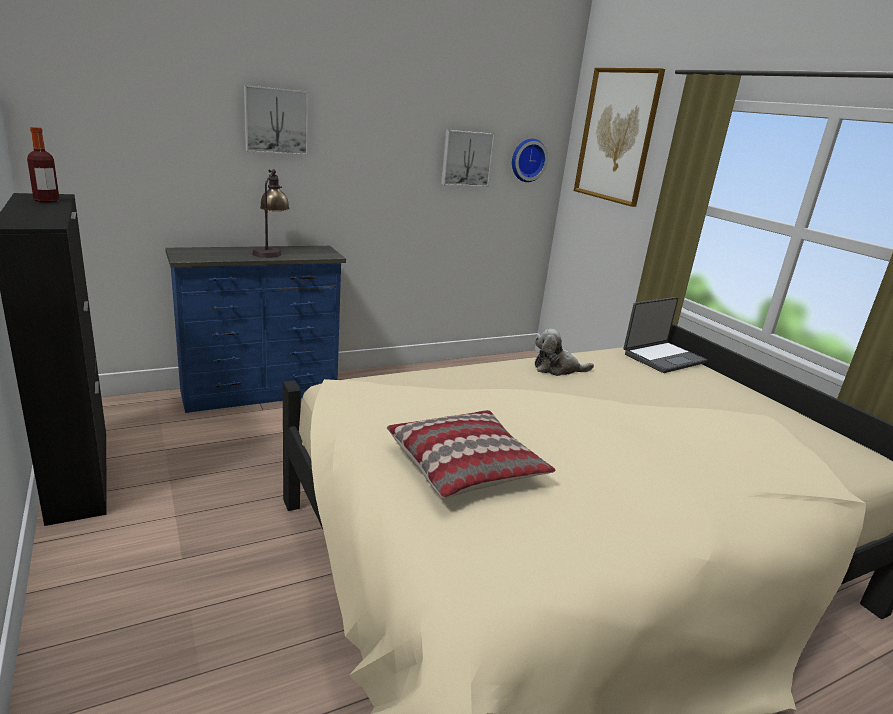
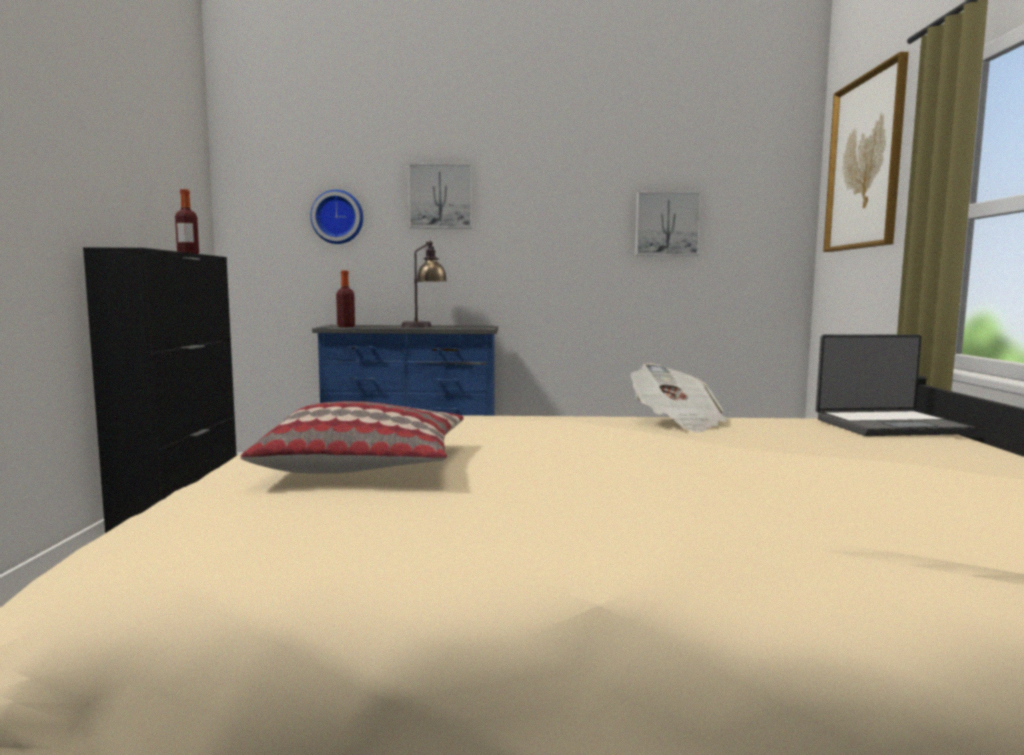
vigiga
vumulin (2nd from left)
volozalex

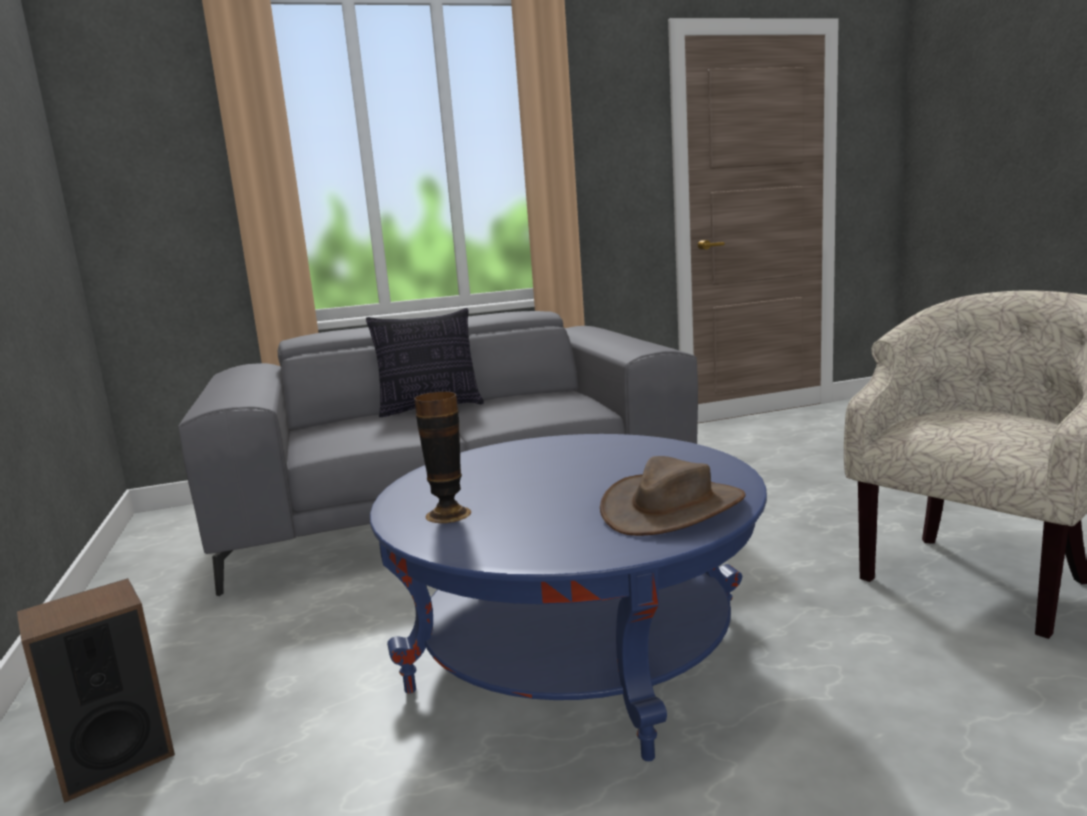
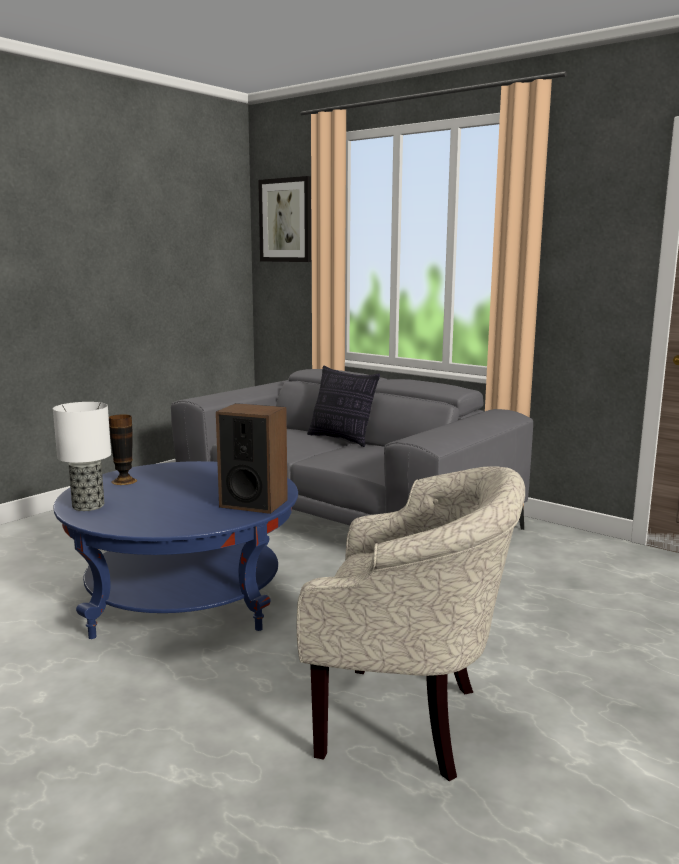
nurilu
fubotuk
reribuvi
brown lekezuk

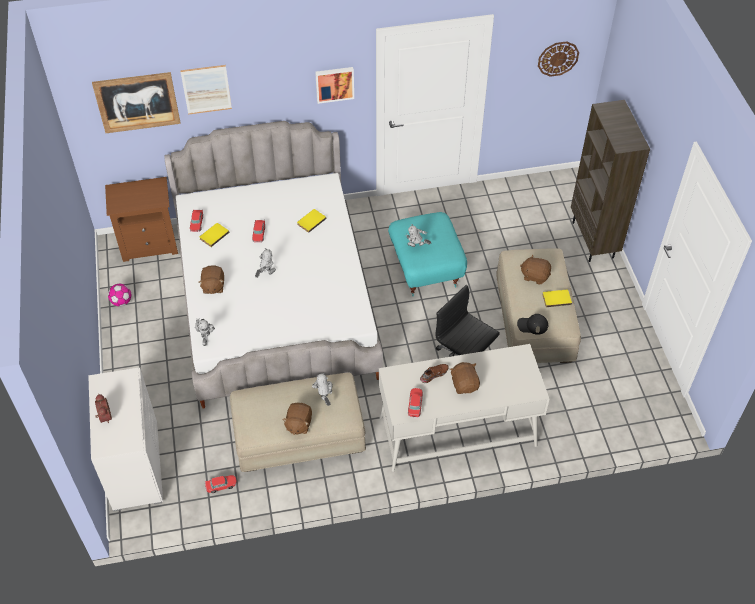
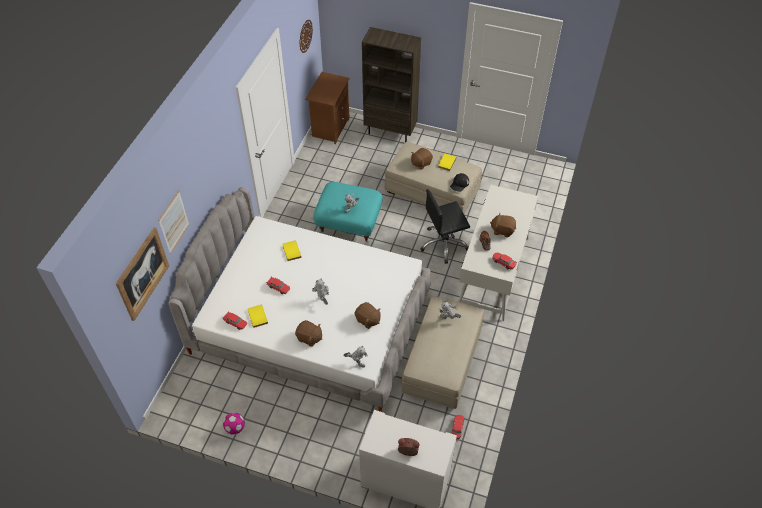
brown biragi
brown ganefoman (2nd from left)
reribuvi (3rd from left in the first image)

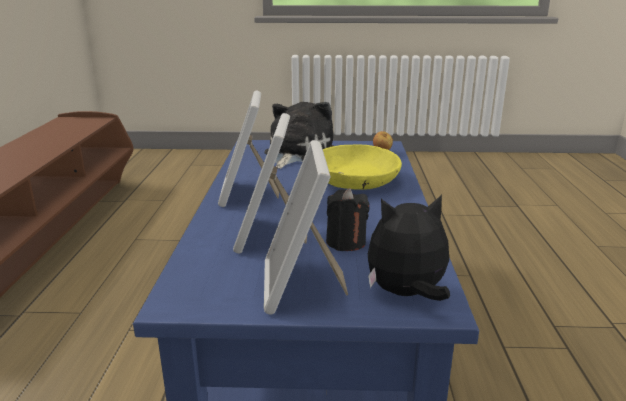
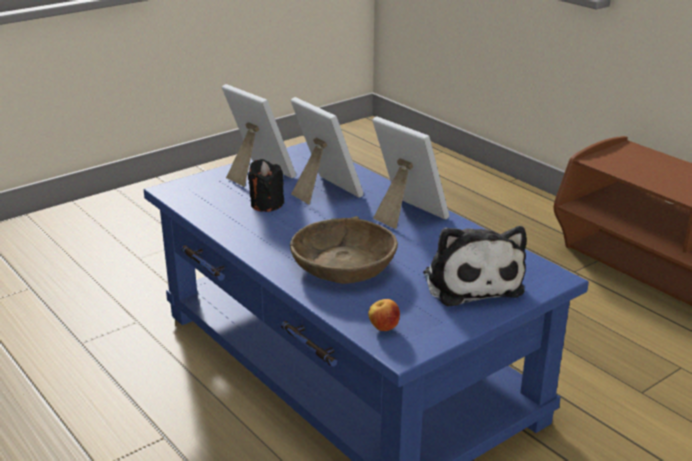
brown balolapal
ganefoman (2nd from left in the first image)

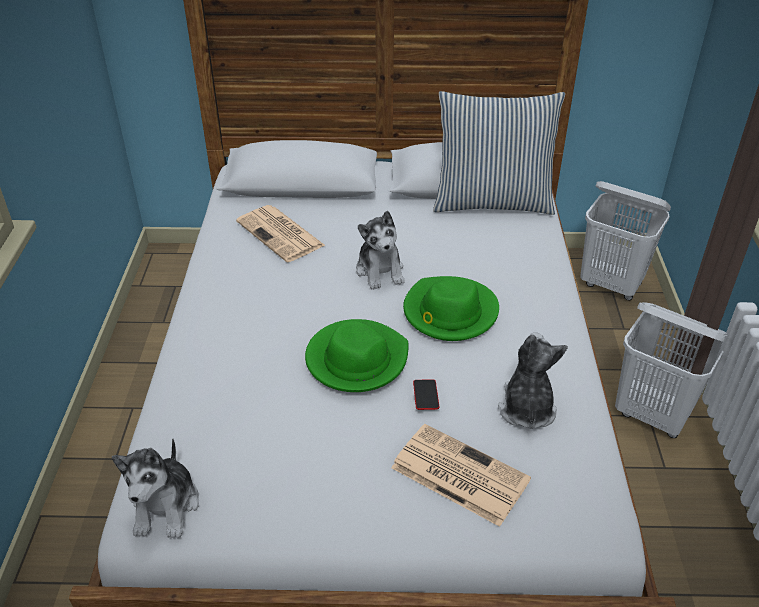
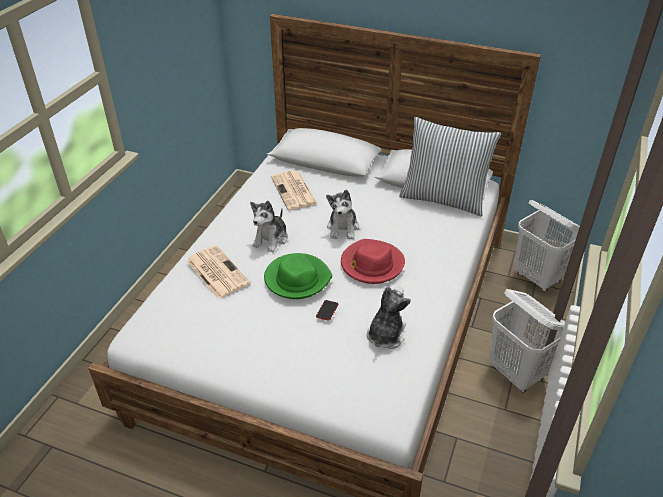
volozalex (1st from left)
ganefoman (1st from left)
red lekezuk

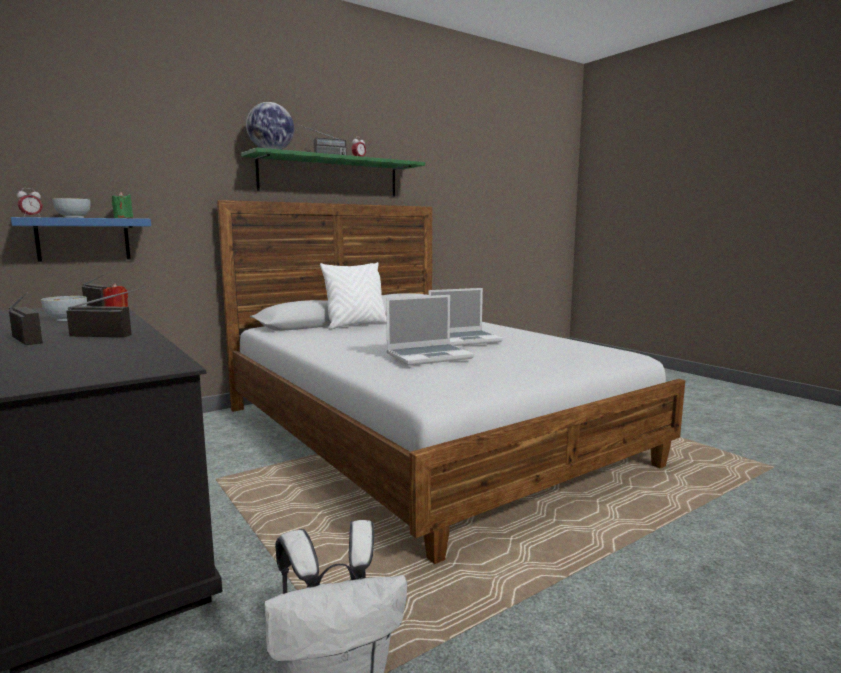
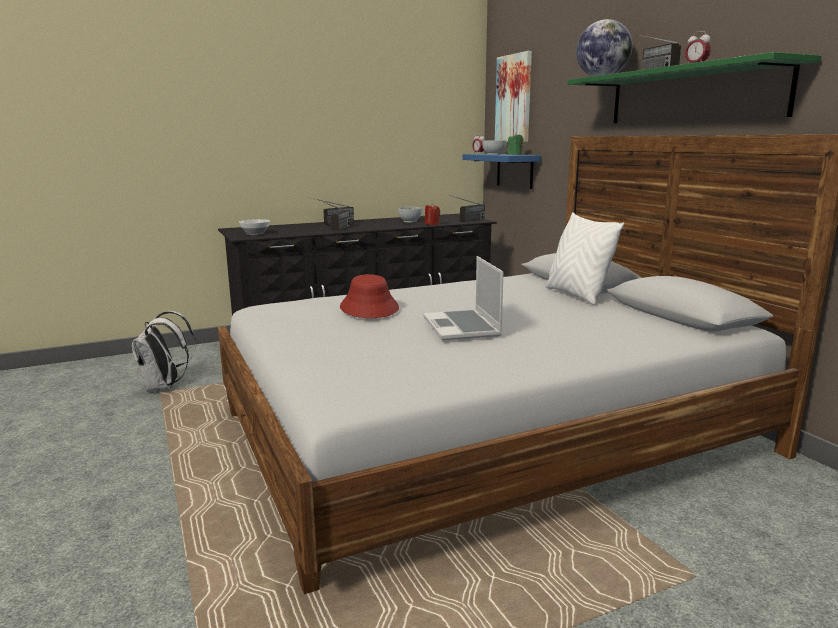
balolapal (1st from left)
red lekezuk
reribuvi

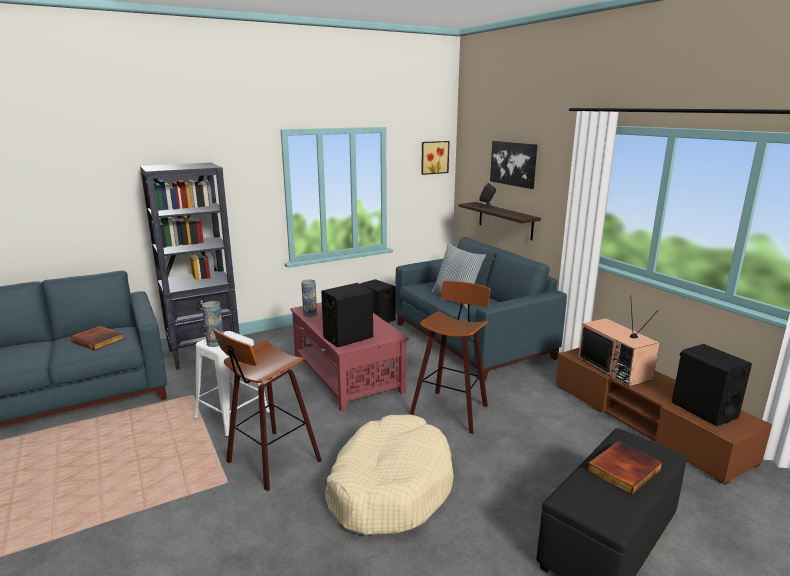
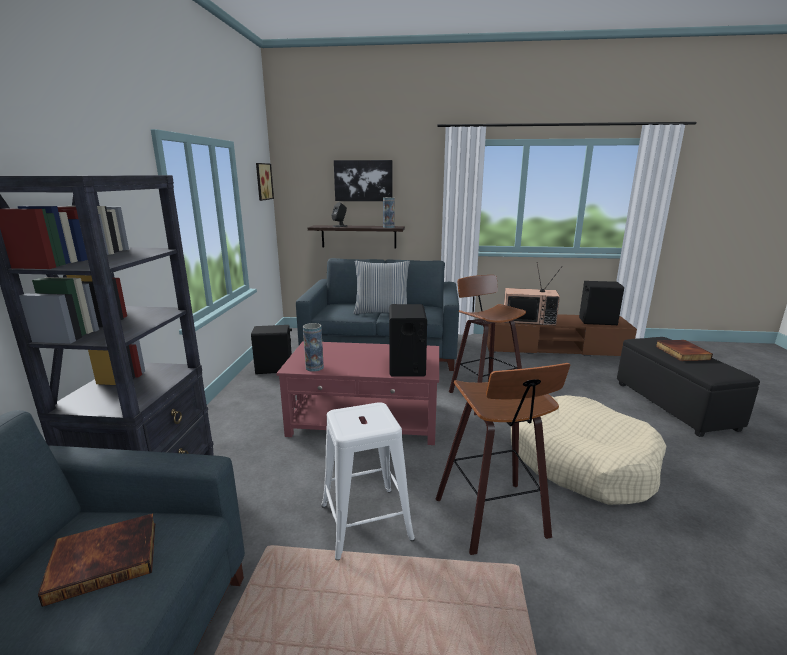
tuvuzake (2nd from left)

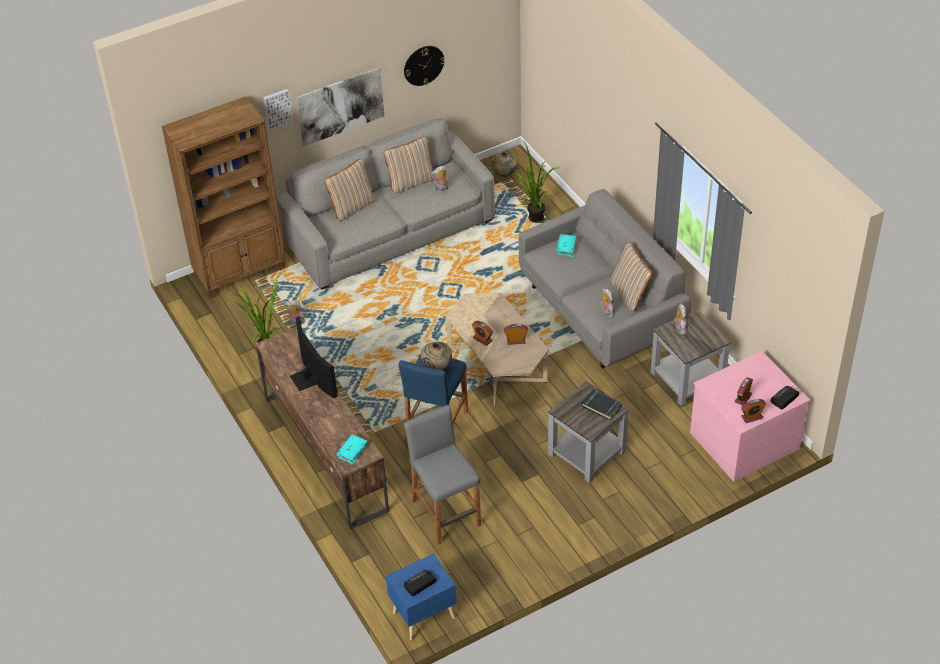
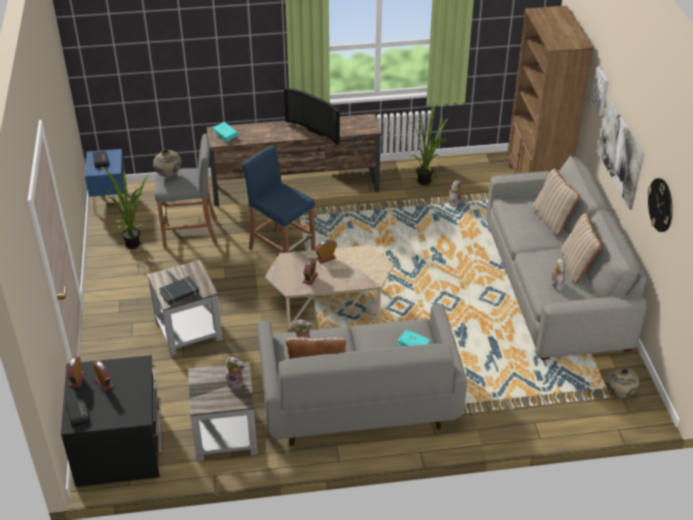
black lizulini
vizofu (1st from left)
beige tuvuzake (1st from left)
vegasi

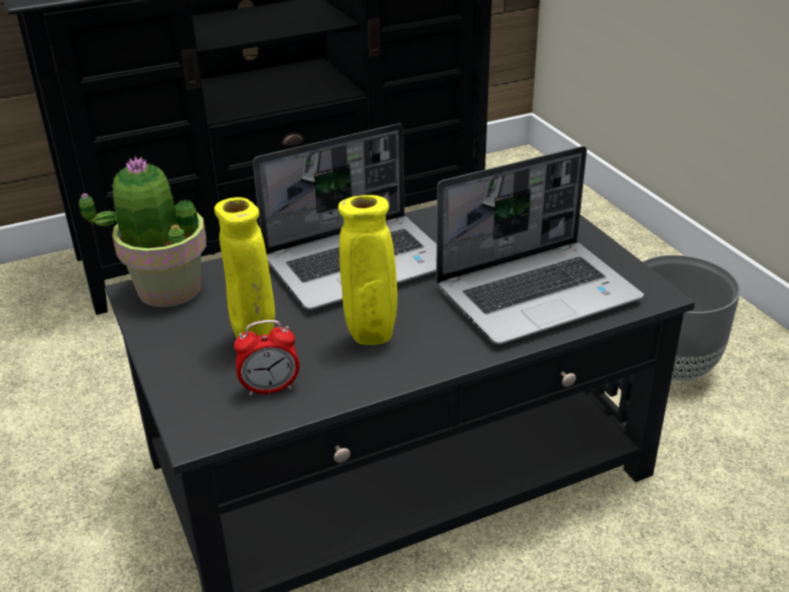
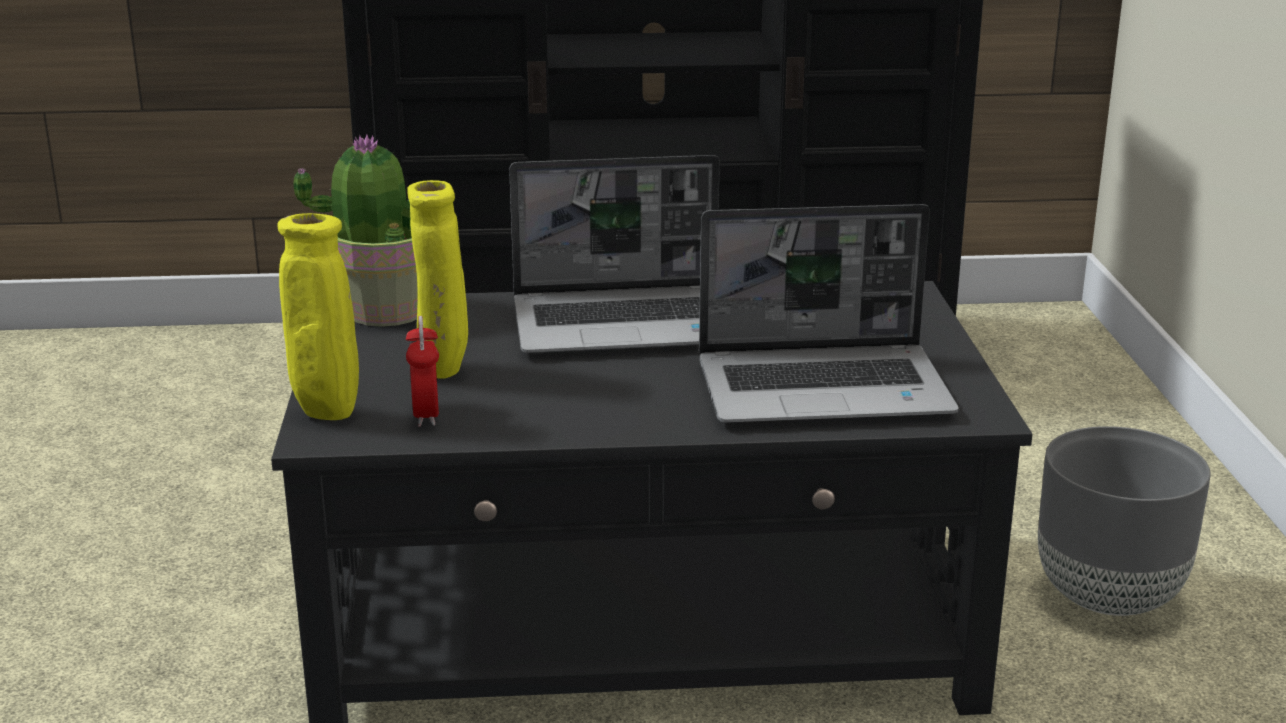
yellow tuvuzake (1st from left)
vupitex

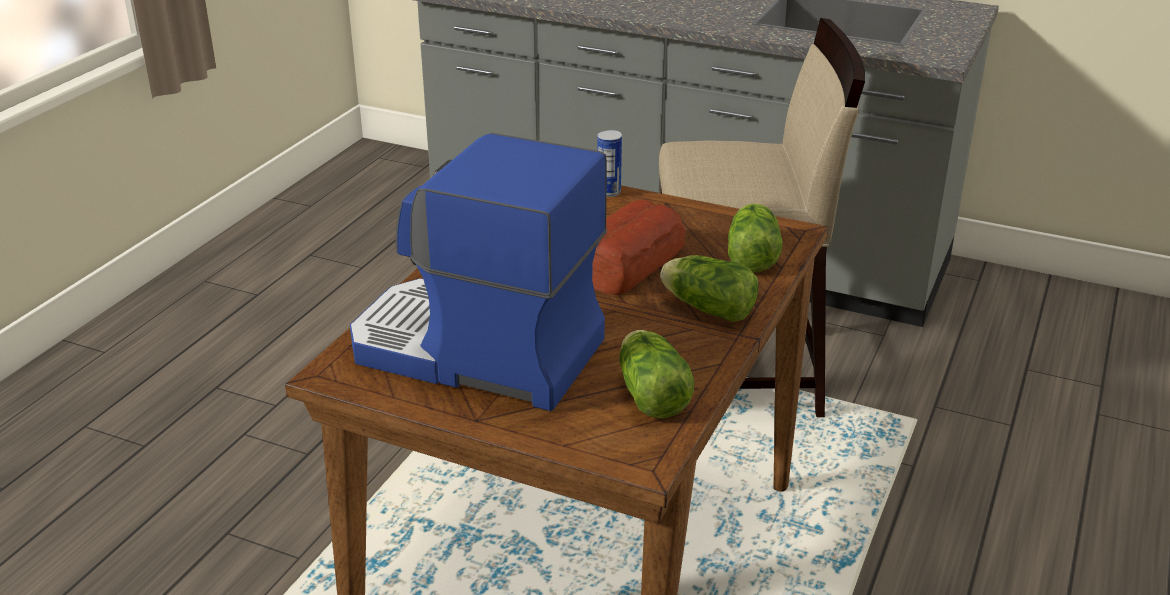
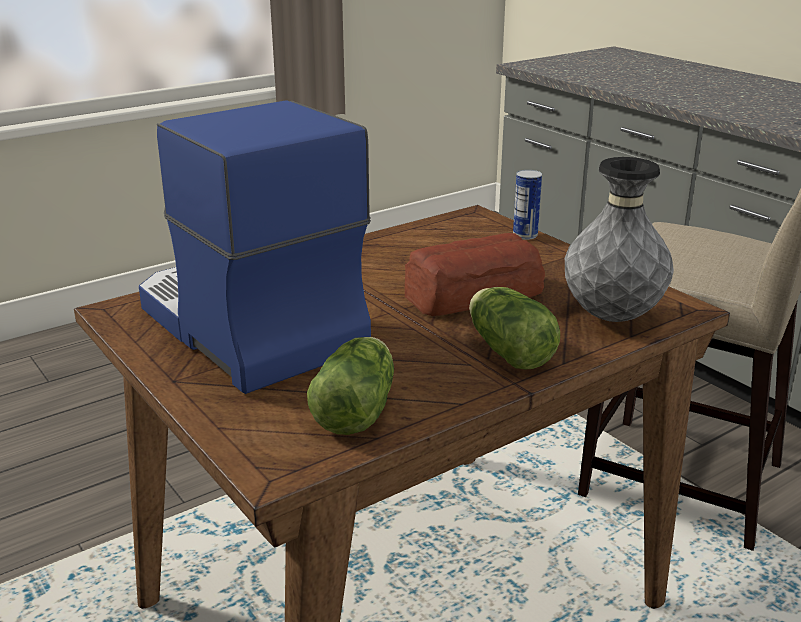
grey tuvuzake

